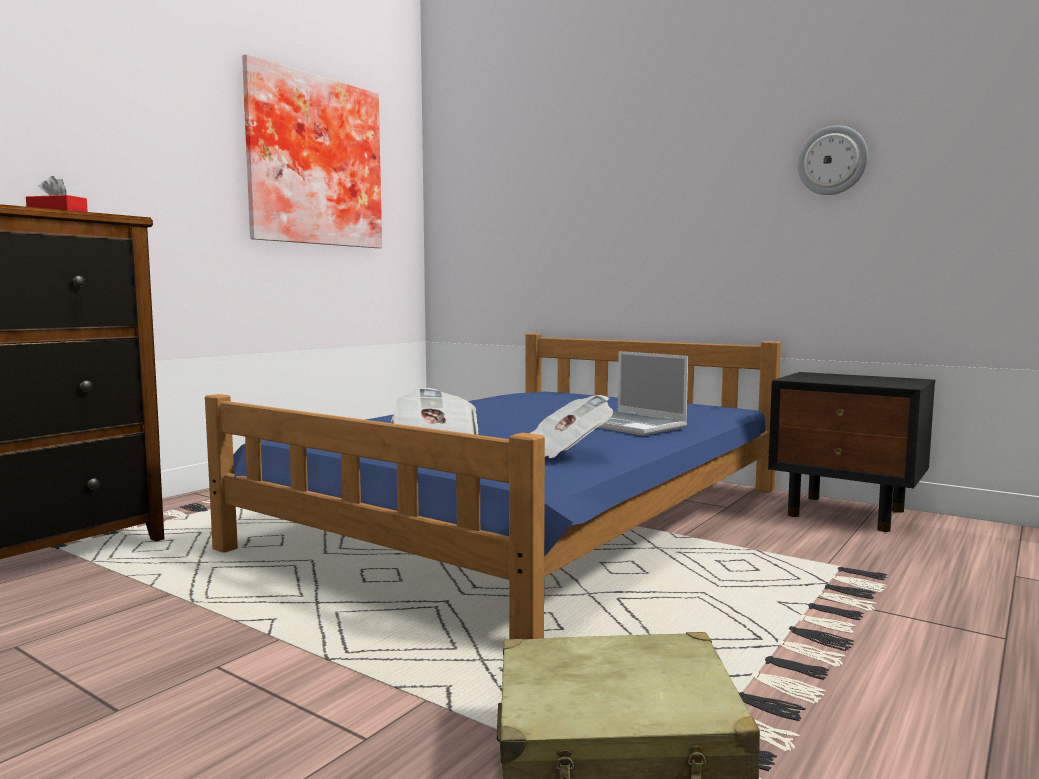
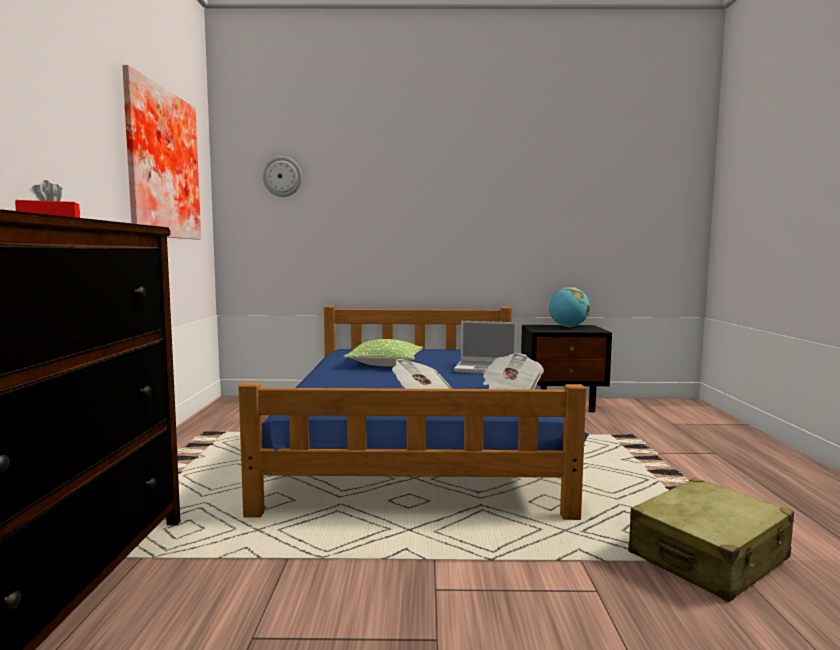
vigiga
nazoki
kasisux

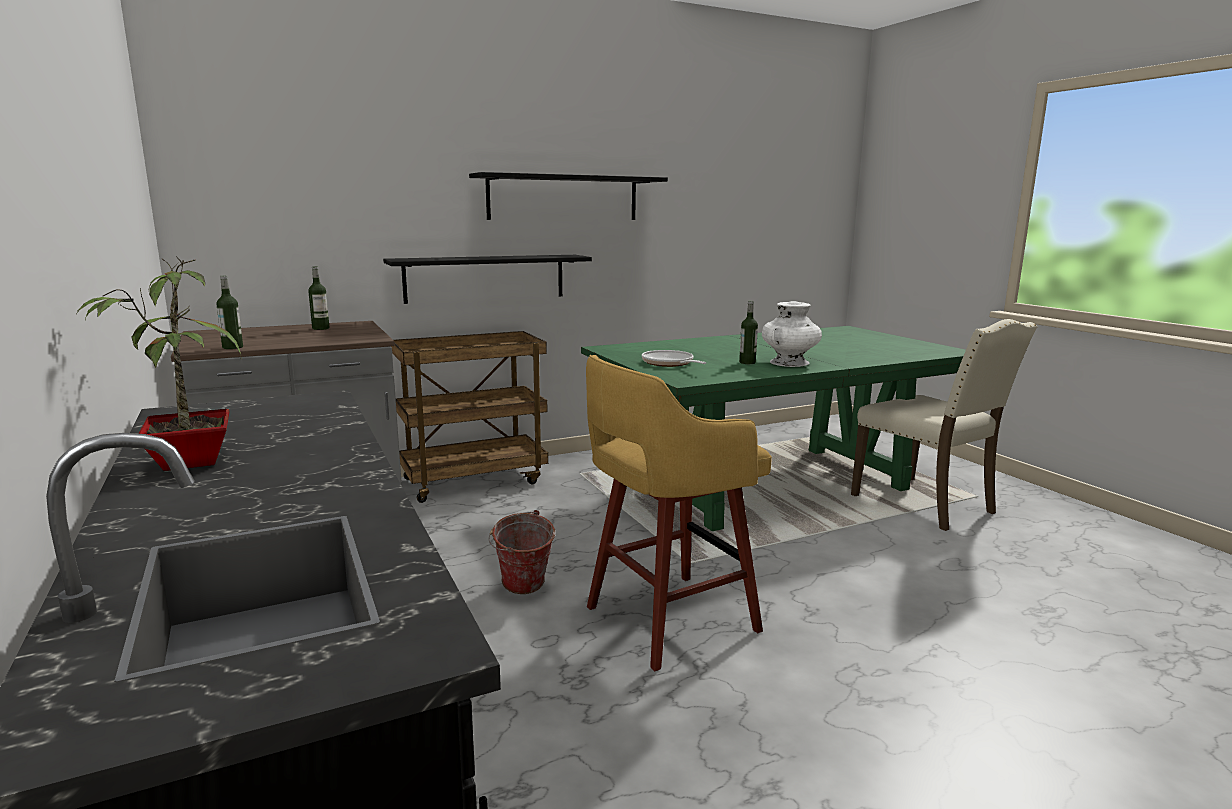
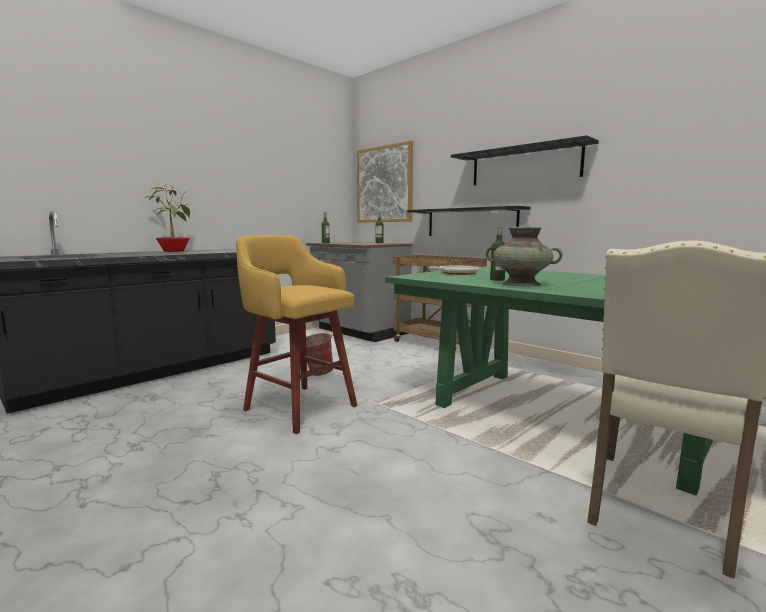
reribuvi
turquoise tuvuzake

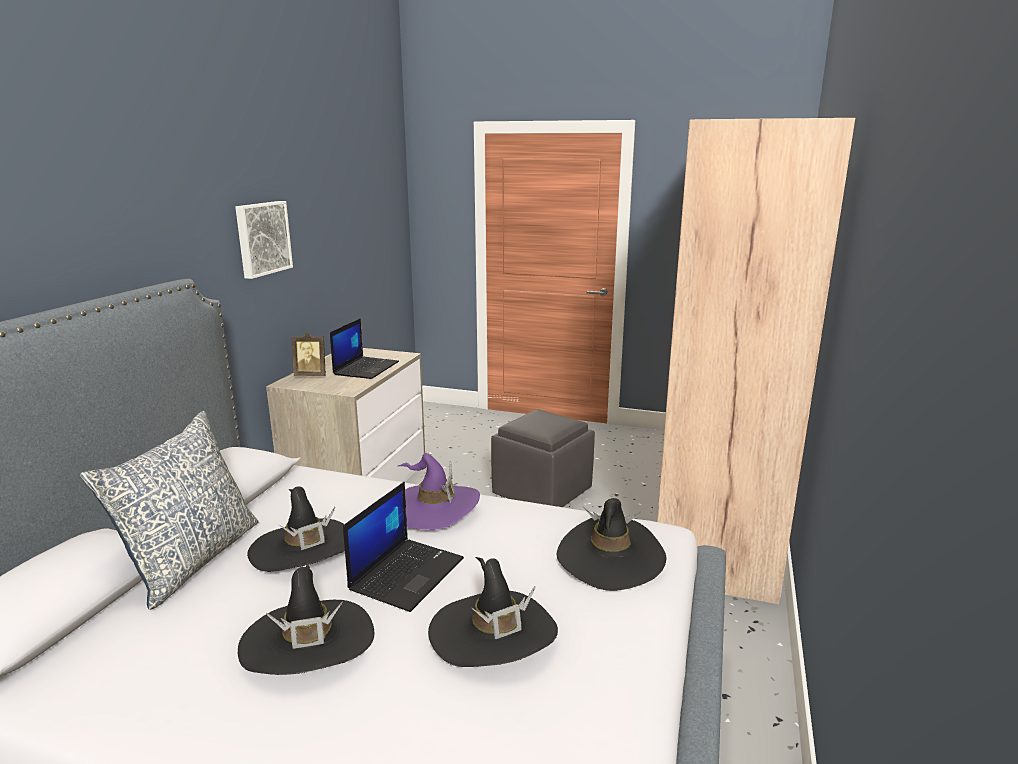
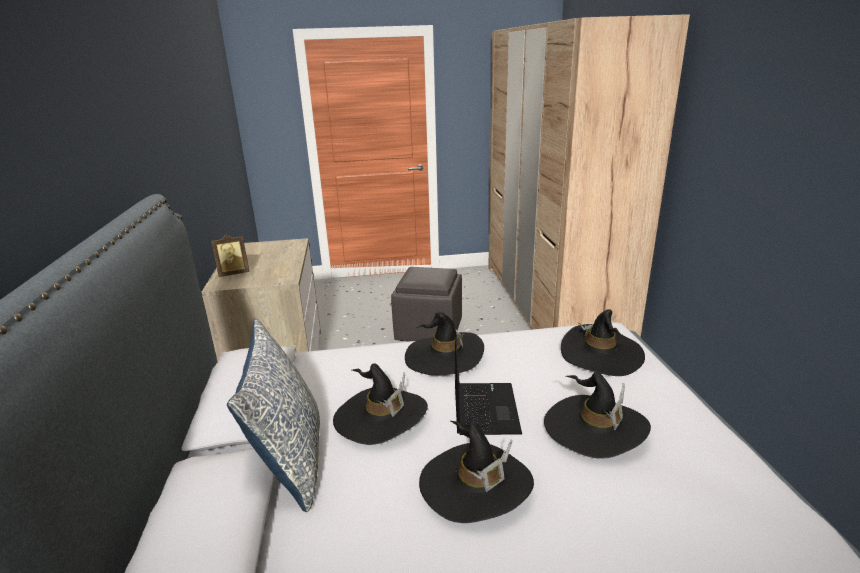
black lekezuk (2nd from left)
reribuvi
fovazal (1st from left in the first image)

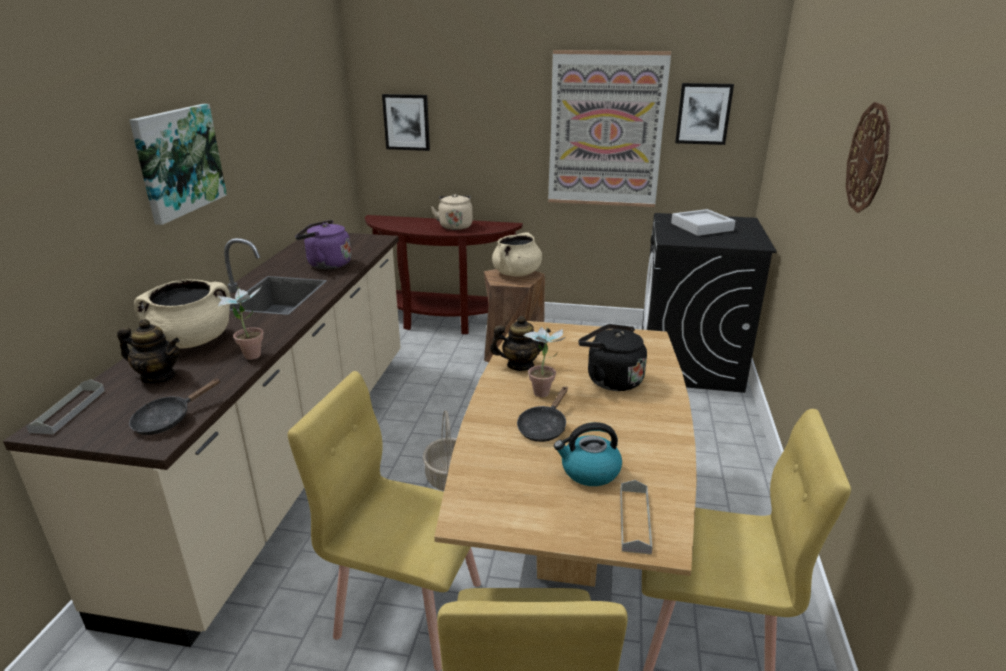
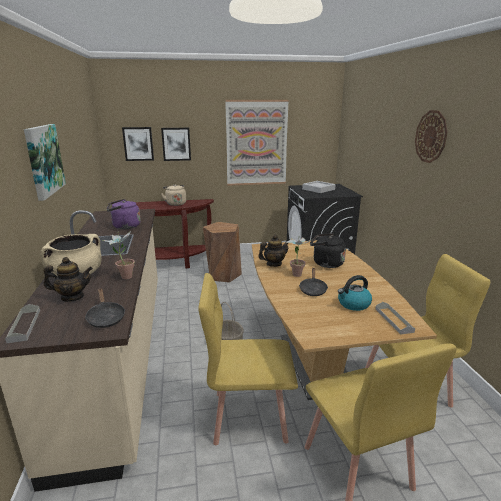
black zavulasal (1st from left)
reribuvi (3rd from left)
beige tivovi (2nd from left in the first image)

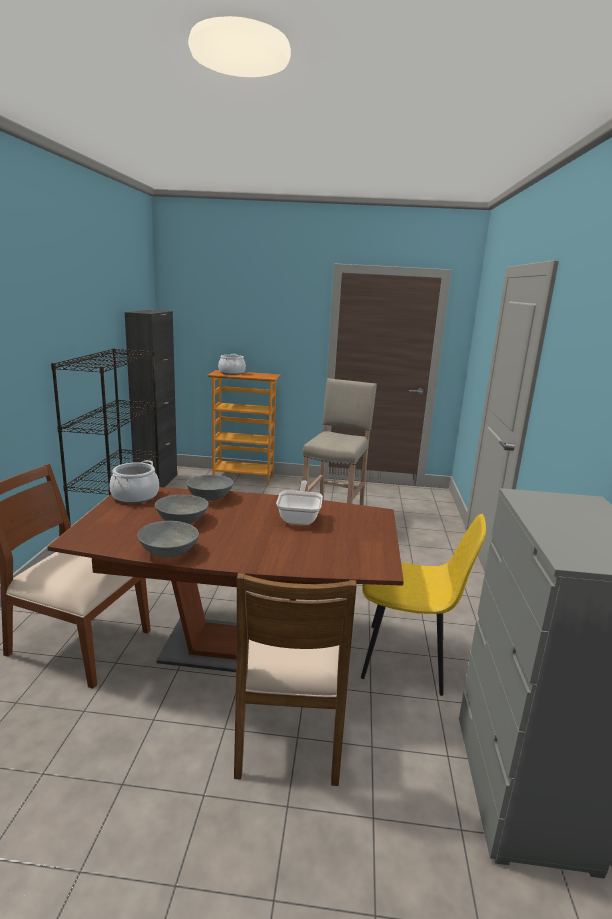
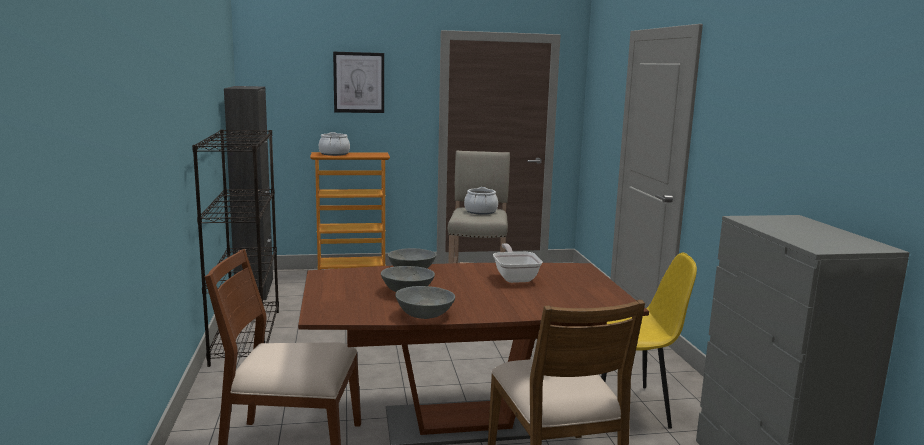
reribuvi
tivovi (2nd from left)

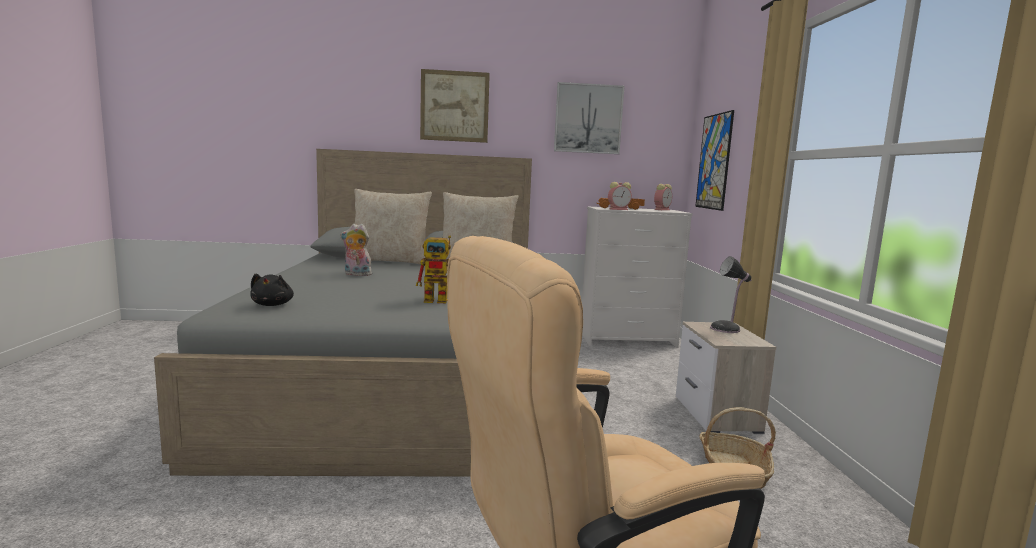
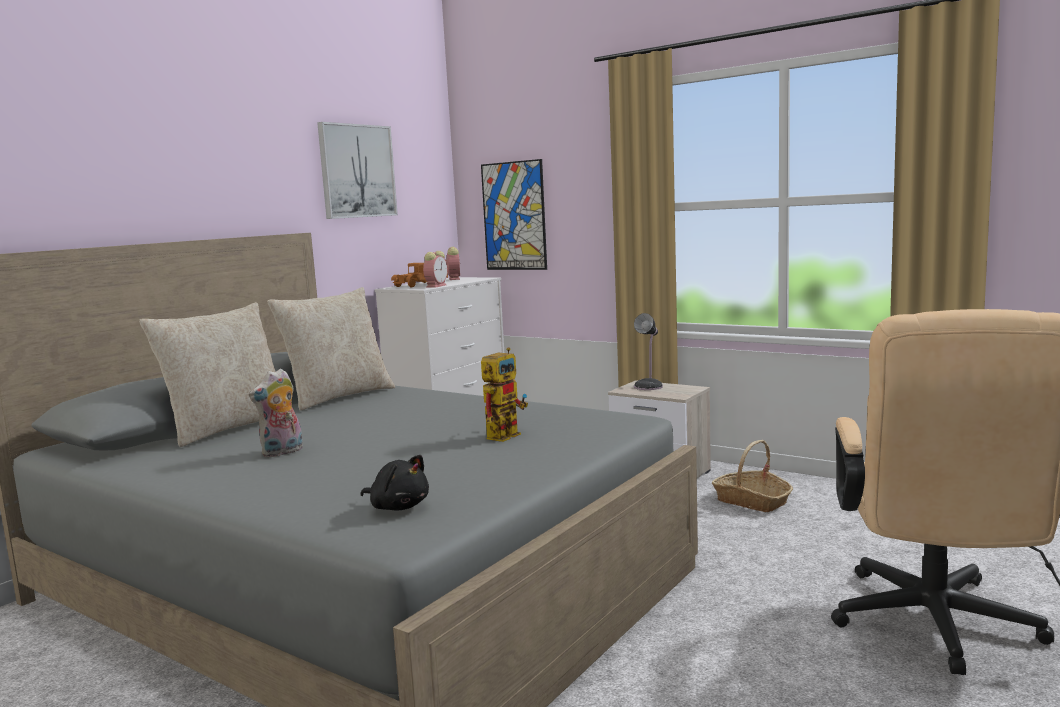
reribuvi (1st from left in the first image)

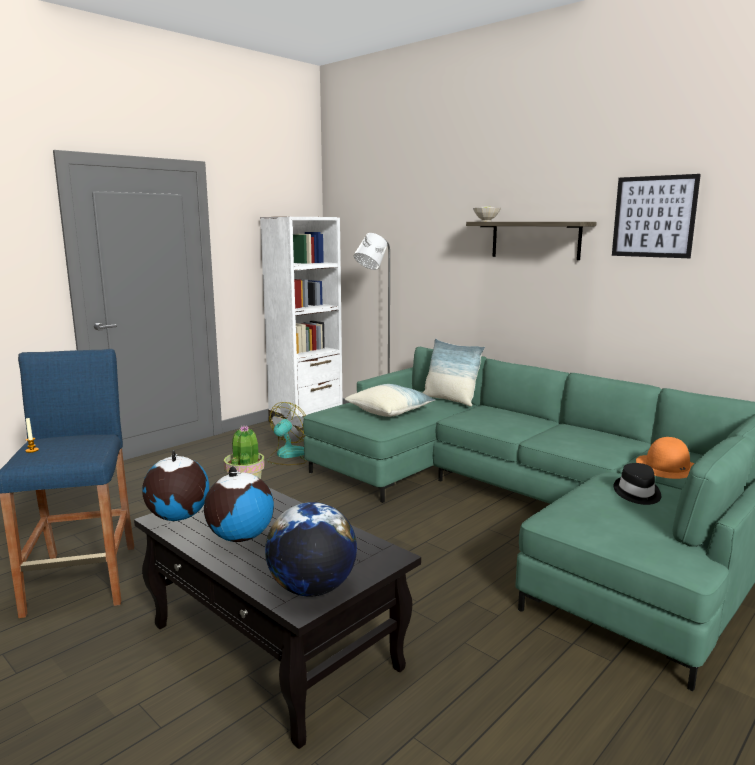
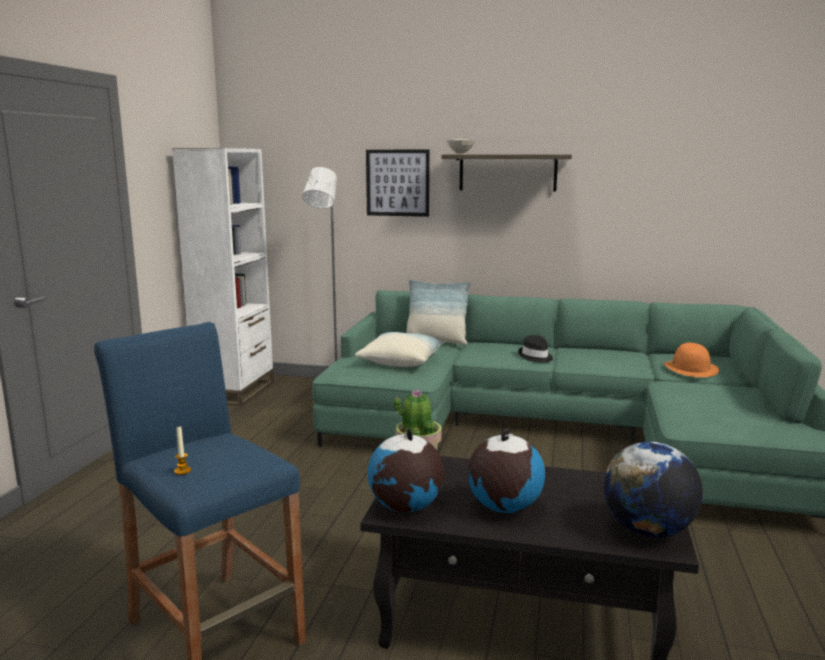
reribuvi
black lekezuk
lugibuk

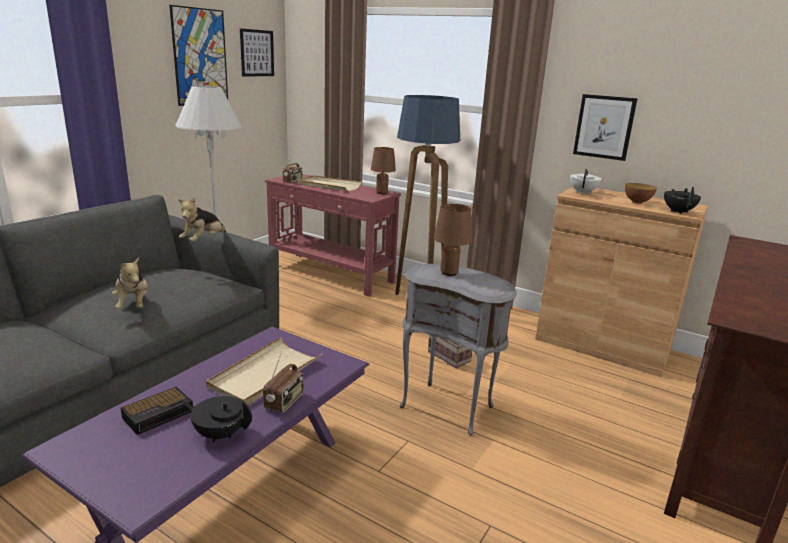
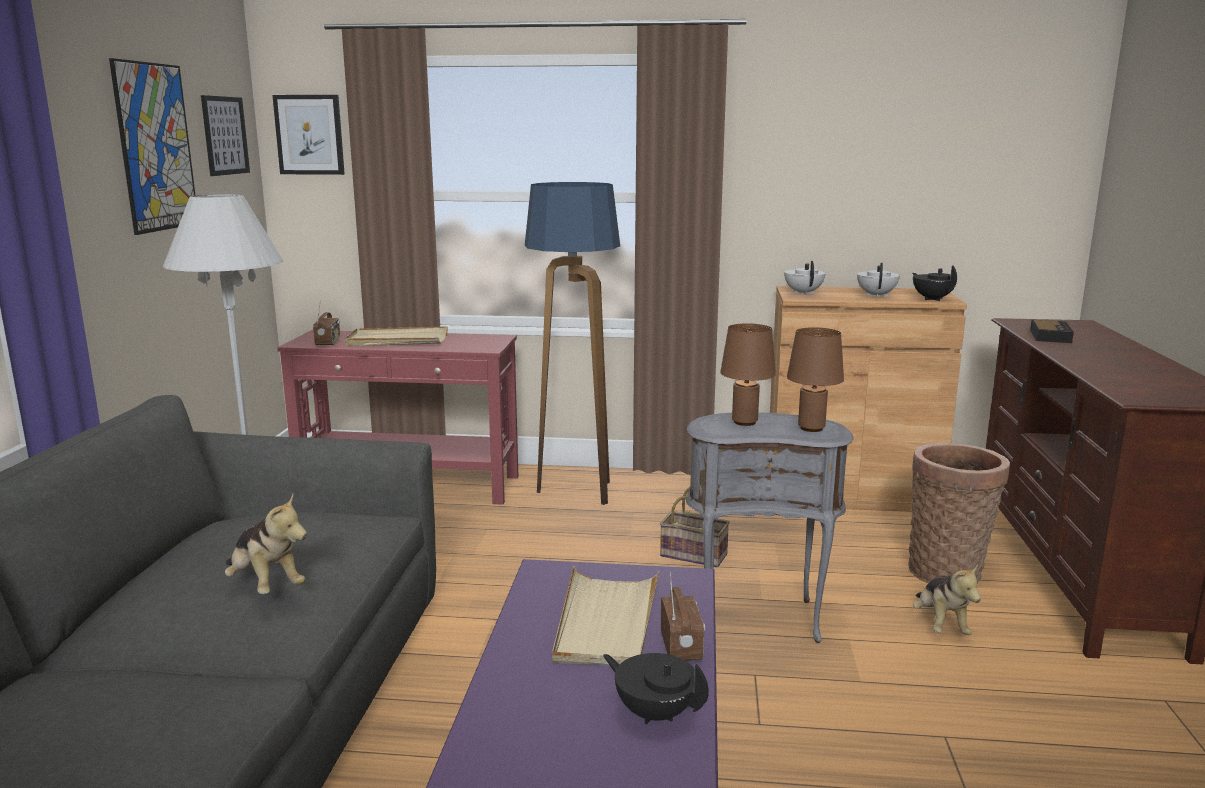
reribuvi (3rd from left)
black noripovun (1st from left)
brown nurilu (2nd from left)
white noripovun (2nd from left)
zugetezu (2nd from left)
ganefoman (2nd from left)
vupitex

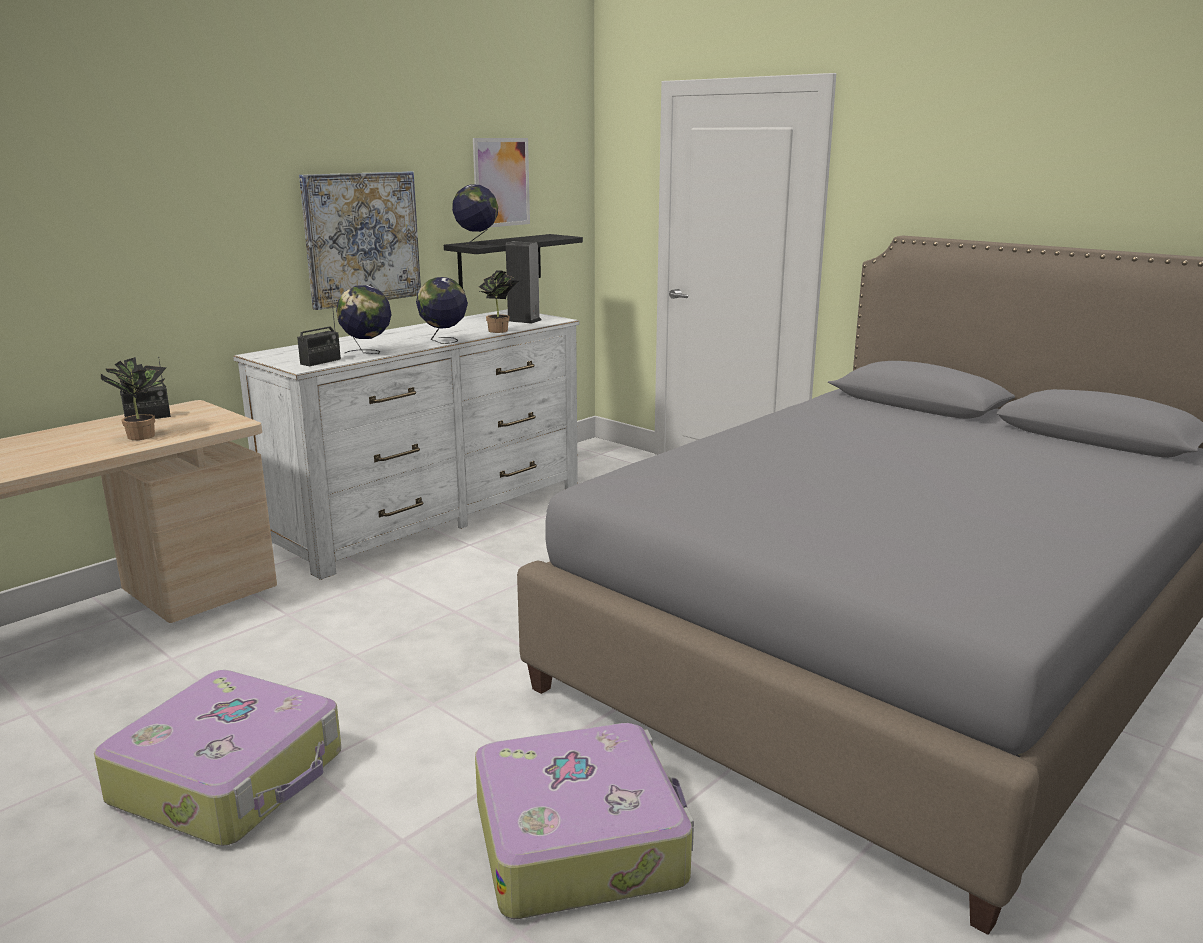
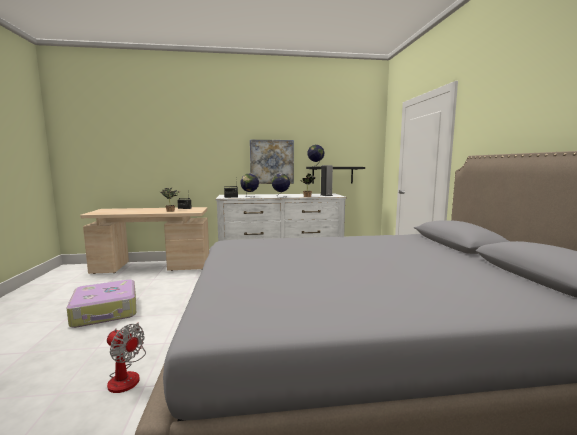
lugibuk
reribuvi (2nd from left in the first image)

